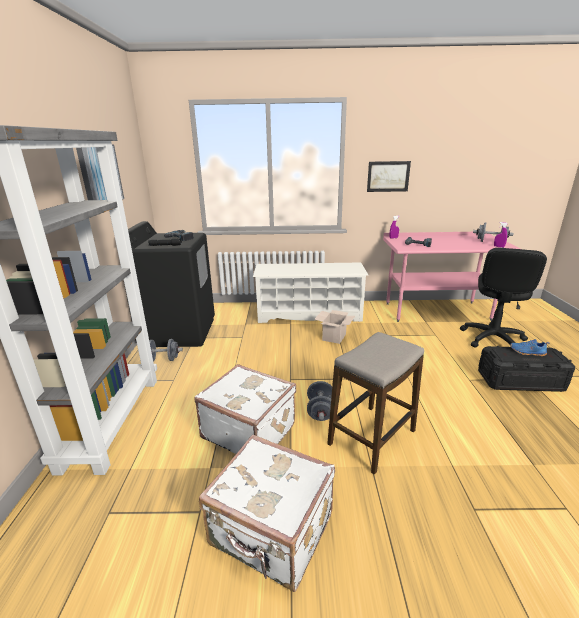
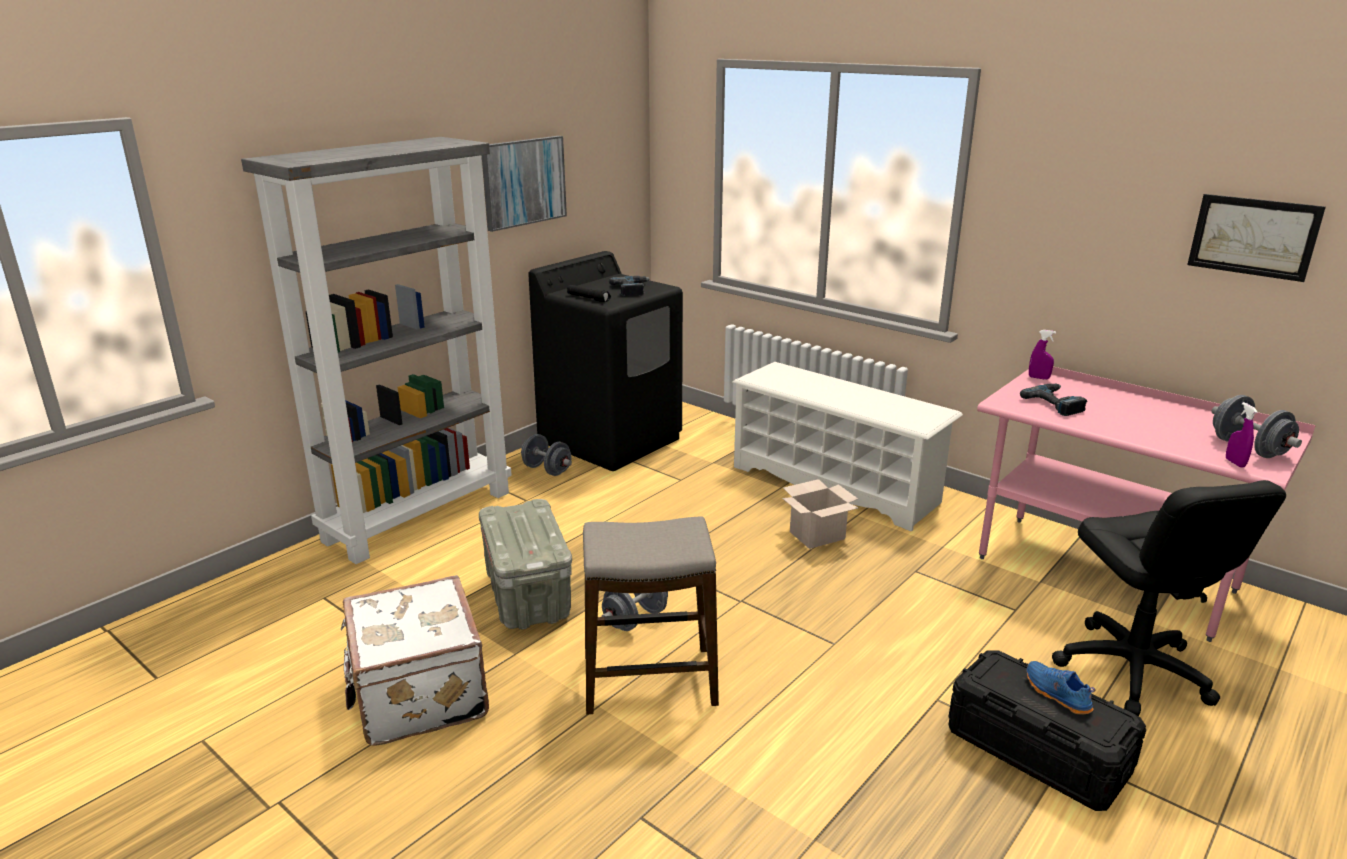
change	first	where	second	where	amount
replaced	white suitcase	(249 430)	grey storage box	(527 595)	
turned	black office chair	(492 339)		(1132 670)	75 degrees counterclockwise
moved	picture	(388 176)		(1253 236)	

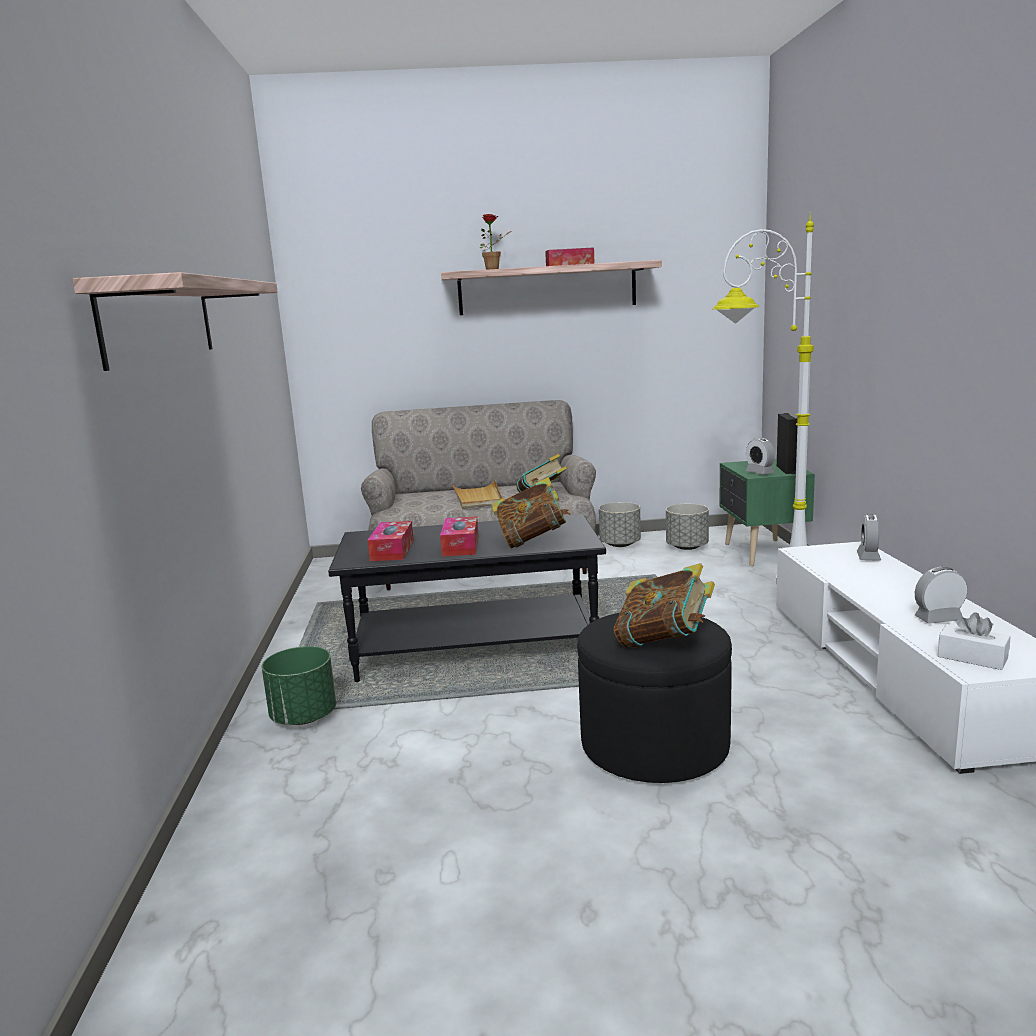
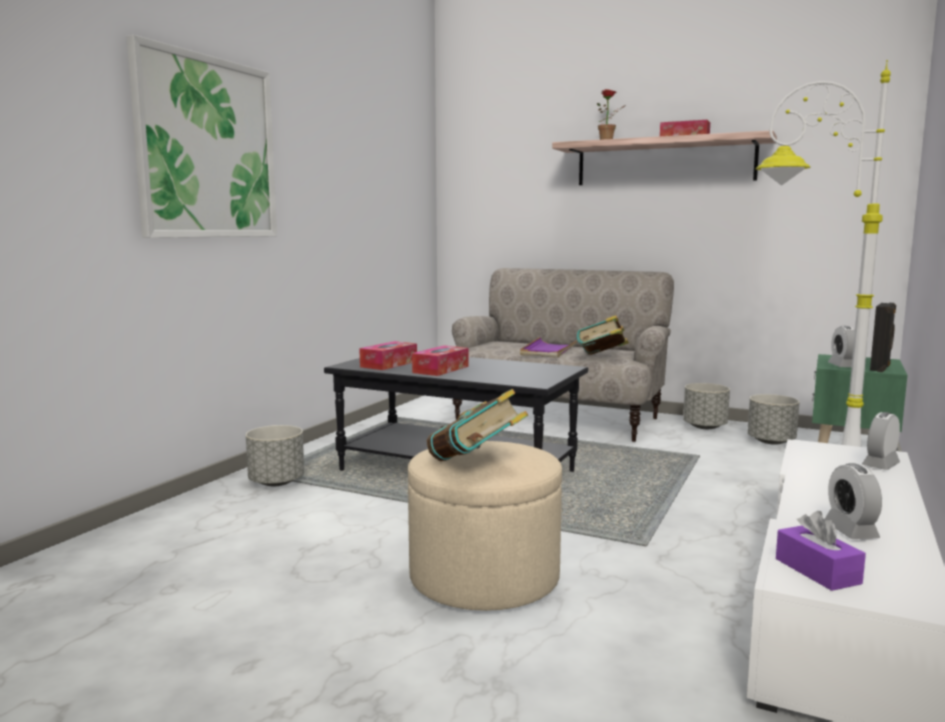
change	first	where	second	where	amount
replaced	shelf	(160 321)	picture	(207 148)	
recoloured	green planter	(303 717)	grey planter	(276 482)	
recoloured	black ottoman	(654 745)	beige ottoman	(484 577)	
recoloured	beige tray	(478 497)	purple tray	(549 350)	
recoloured	white tissue box	(972 657)	purple tissue box	(817 571)	
turned	alarm clock	(938 619)		(850 531)	120 degrees counterclockwise
removed	book	(531 541)			

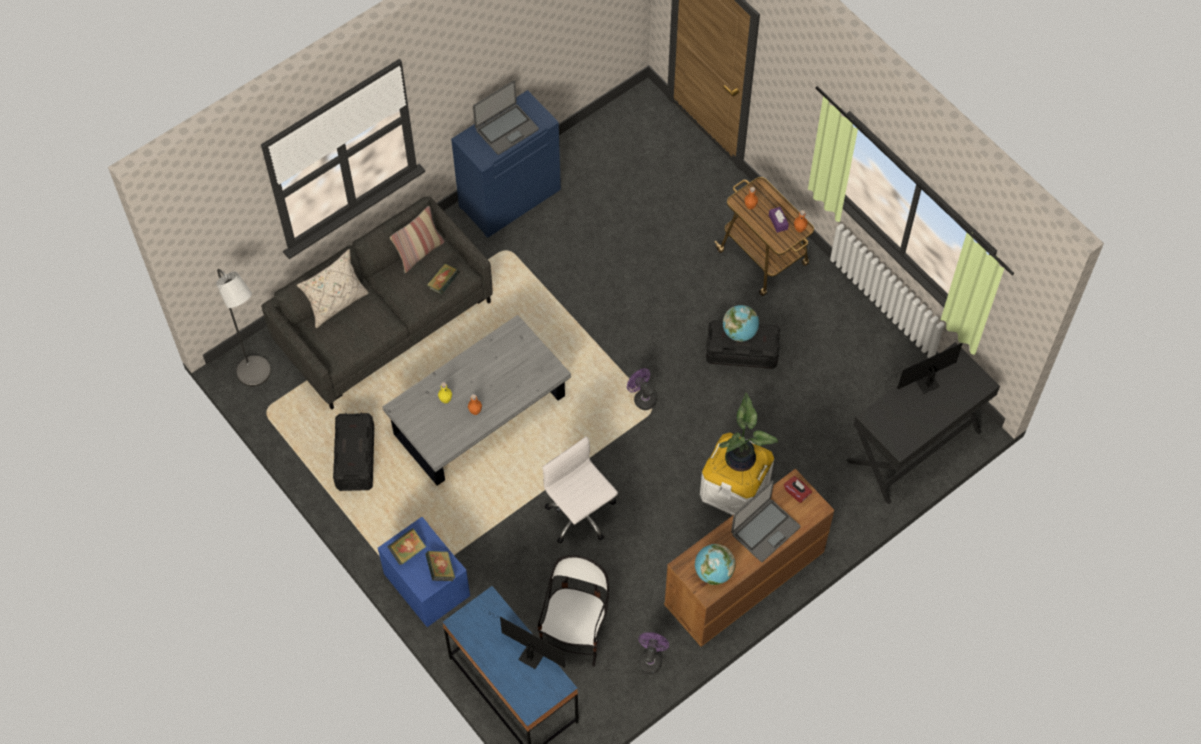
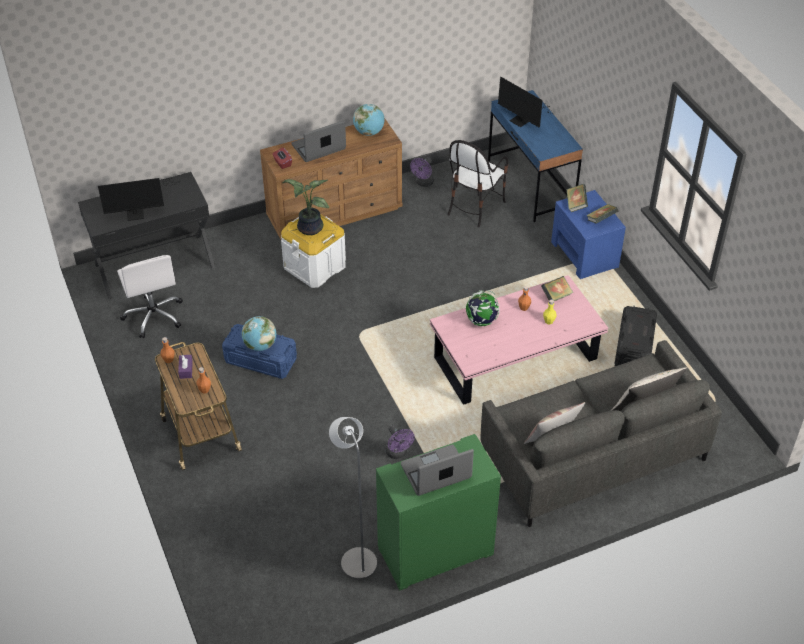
change	first	where	second	where	amount
moved	white office chair	(581 515)		(154 315)	
recoloured	black storage box	(742 352)	blue storage box	(260 360)	
moved	grey floor lamp	(257 376)		(356 558)	
recoloured	blue cabinet	(509 197)	green cabinet	(435 552)	
moved	purple fan	(642 398)		(398 453)	
recoloured	grey coffee table	(480 415)	pink coffee table	(514 359)	
added			globe	(481 321)	
moved	book	(444 284)		(556 296)	

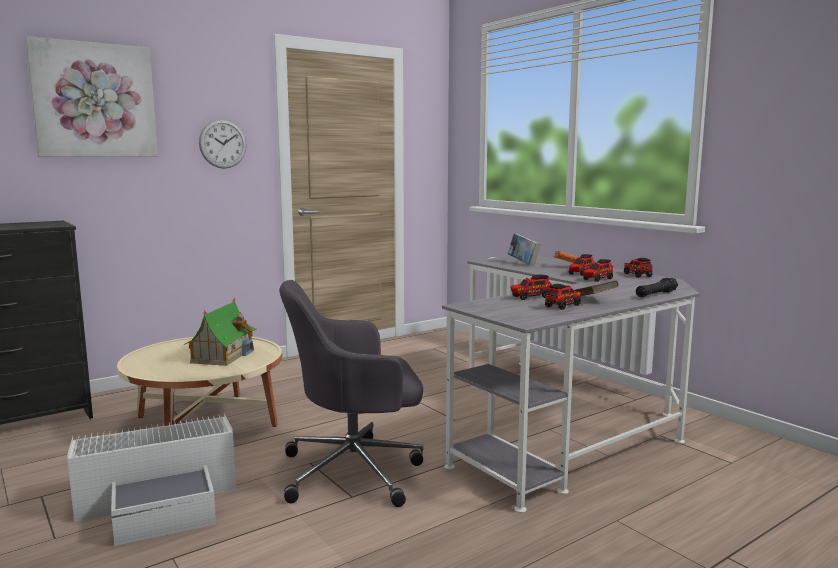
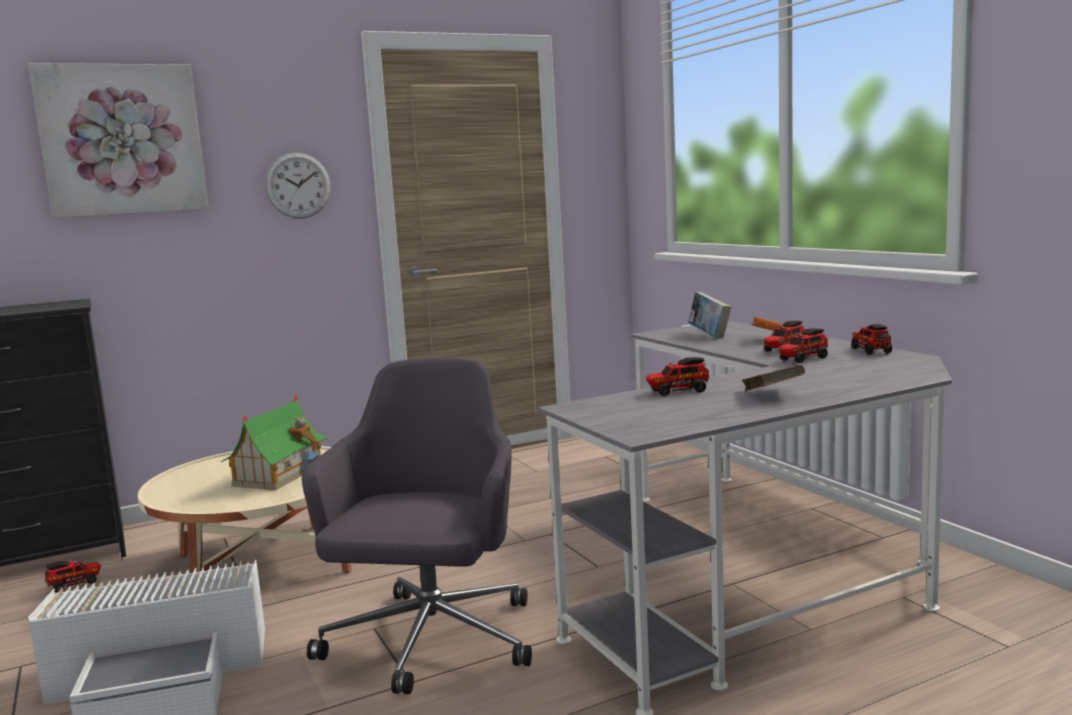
change	first	where	second	where	amount
moved	toy truck	(563 306)		(75 584)	
turned	grey office chair	(355 471)		(430 642)	105 degrees clockwise
removed	black flashlight	(656 294)			

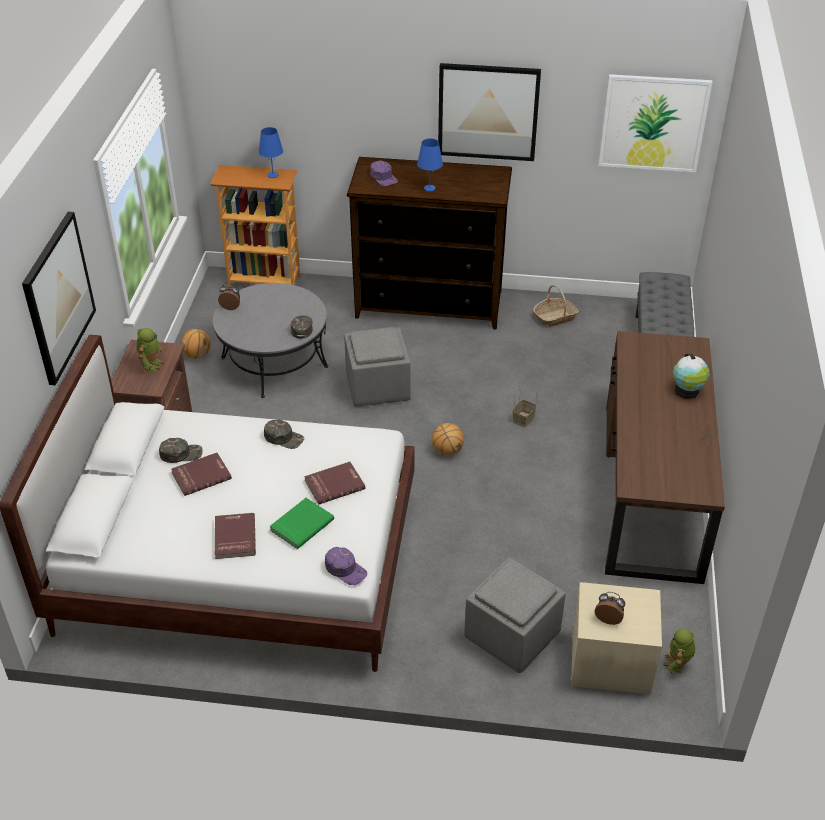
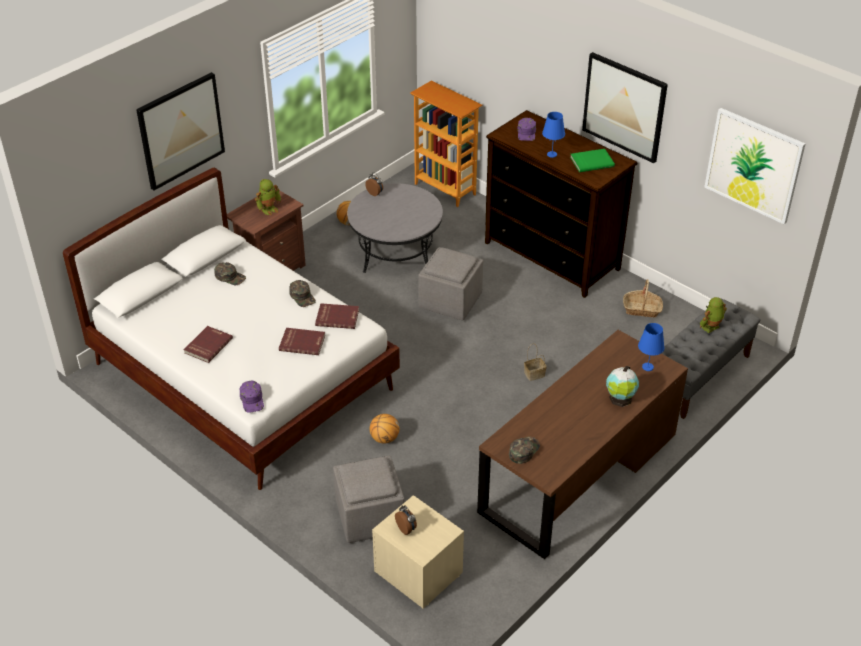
change	first	where	second	where	amount
moved	red book	(201 475)		(337 317)	
moved	basketball	(447 451)		(384 438)	
moved	green cap	(301 328)		(523 450)	
moved	green book	(301 524)		(591 161)	
moved	blue table lamp	(273 175)		(647 367)	
moved	toy robot	(677 664)		(711 328)	

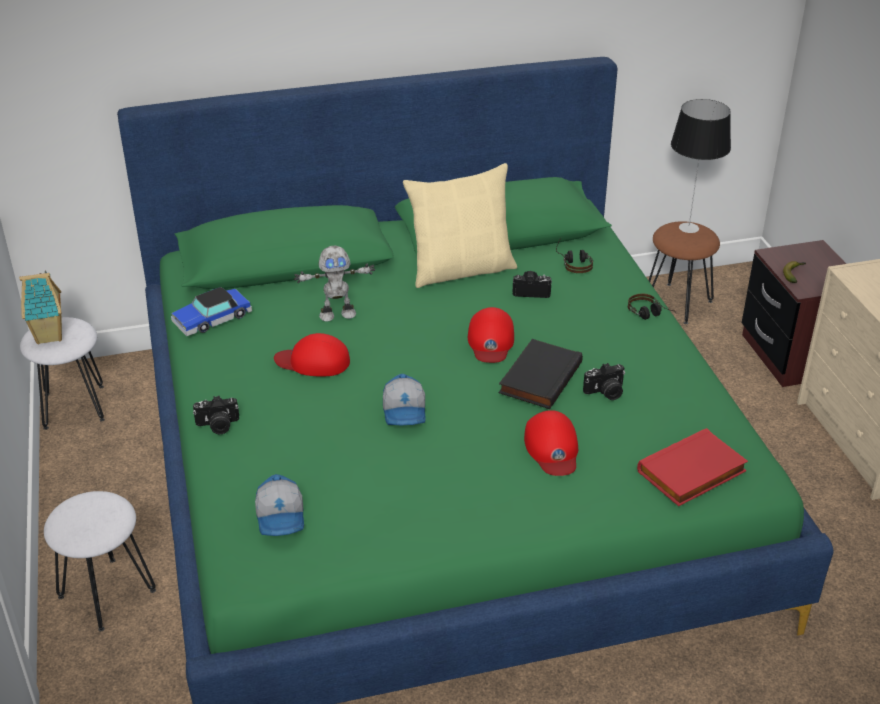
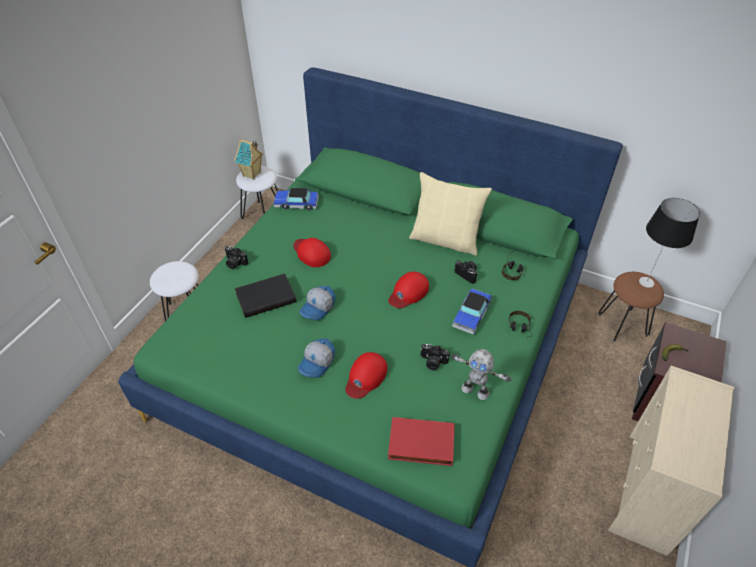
change	first	where	second	where	amount
moved	black book	(539 377)		(266 297)	
moved	cap	(282 517)		(317 363)	
moved	toy robot	(337 314)		(475 390)	
added			toy car	(471 314)	

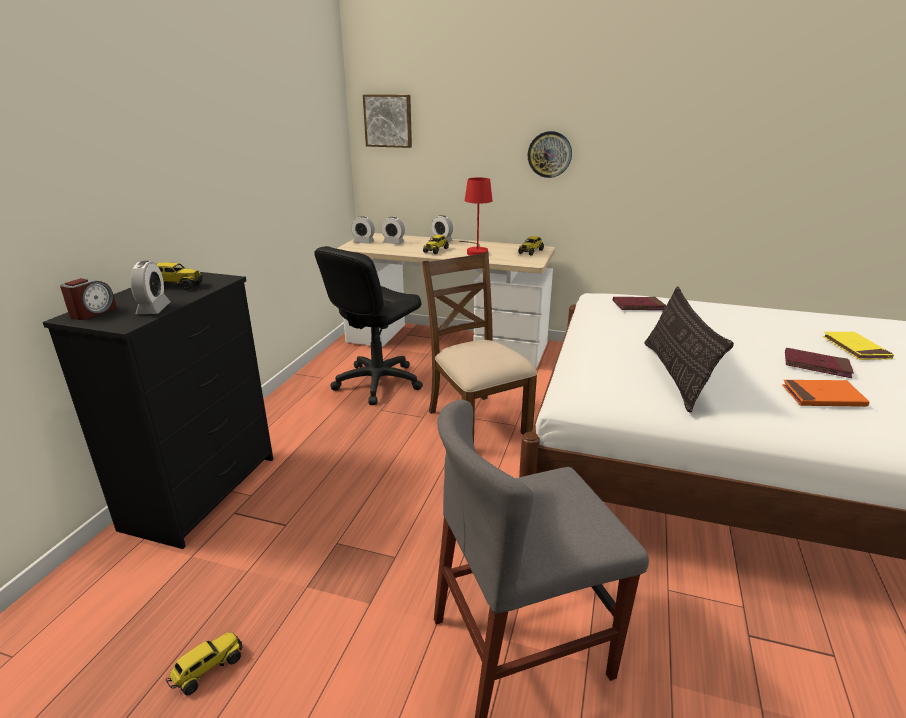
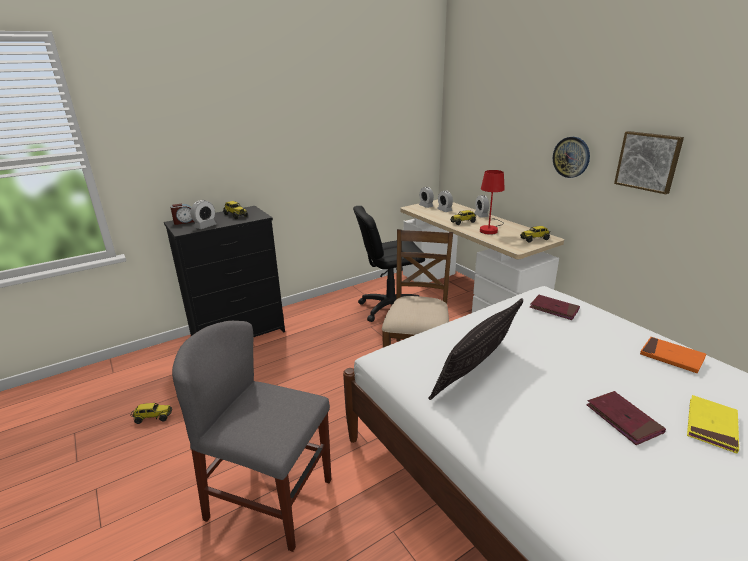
change	first	where	second	where	amount
moved	picture	(388 121)		(648 161)	
moved	orange book	(822 396)		(671 357)	

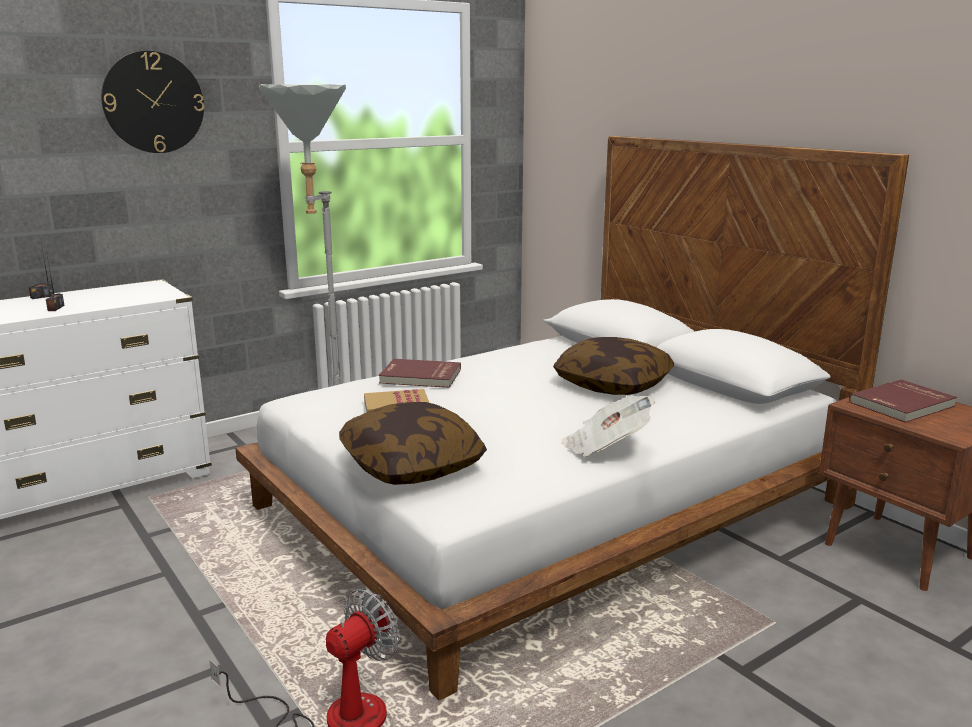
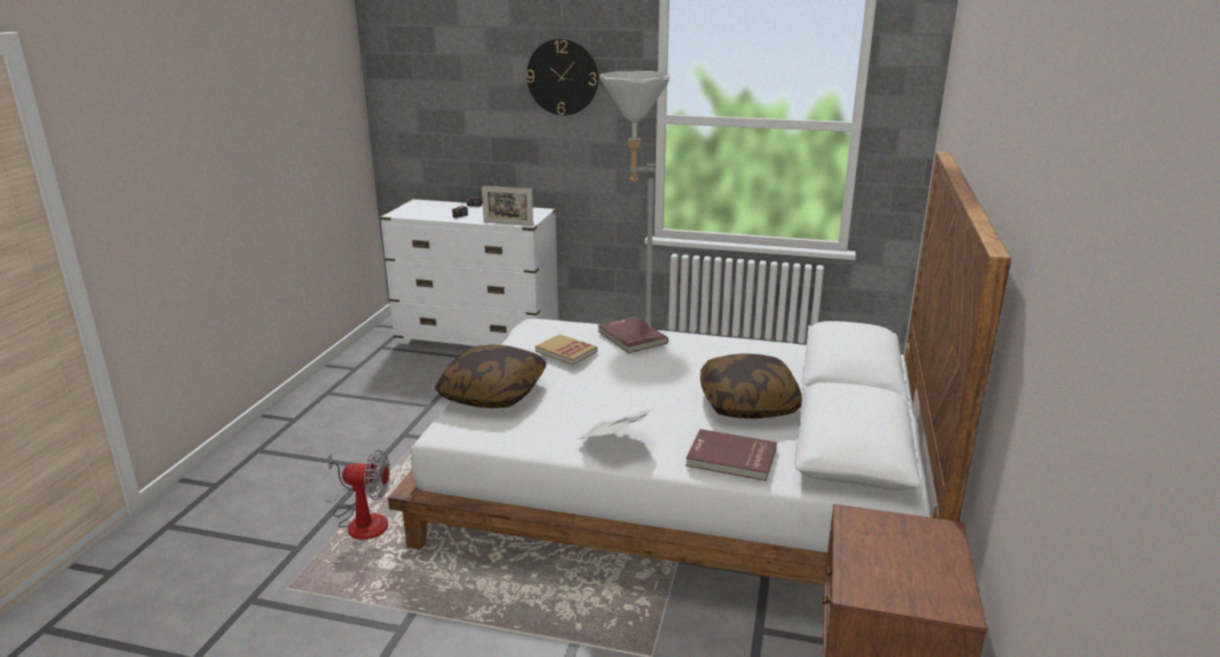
change	first	where	second	where	amount
added			picture frame	(508 224)	
moved	red book	(903 405)		(731 458)	

